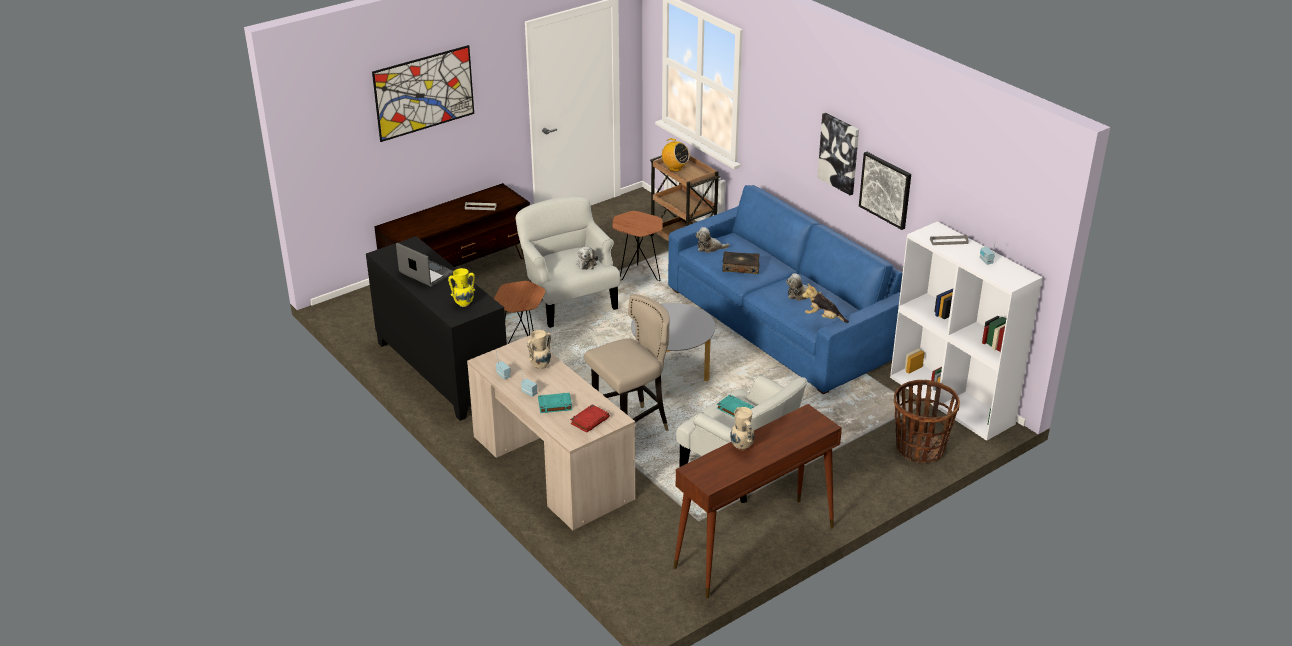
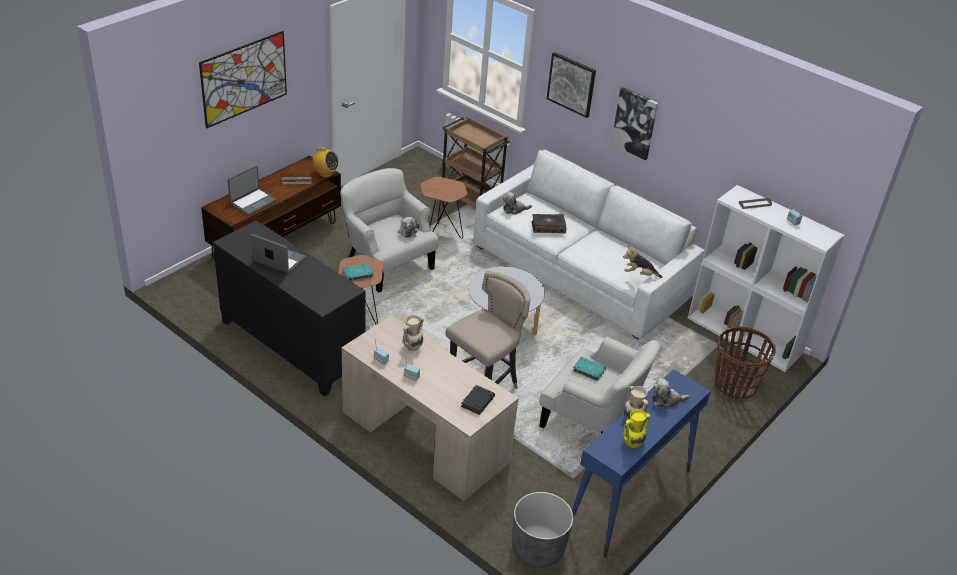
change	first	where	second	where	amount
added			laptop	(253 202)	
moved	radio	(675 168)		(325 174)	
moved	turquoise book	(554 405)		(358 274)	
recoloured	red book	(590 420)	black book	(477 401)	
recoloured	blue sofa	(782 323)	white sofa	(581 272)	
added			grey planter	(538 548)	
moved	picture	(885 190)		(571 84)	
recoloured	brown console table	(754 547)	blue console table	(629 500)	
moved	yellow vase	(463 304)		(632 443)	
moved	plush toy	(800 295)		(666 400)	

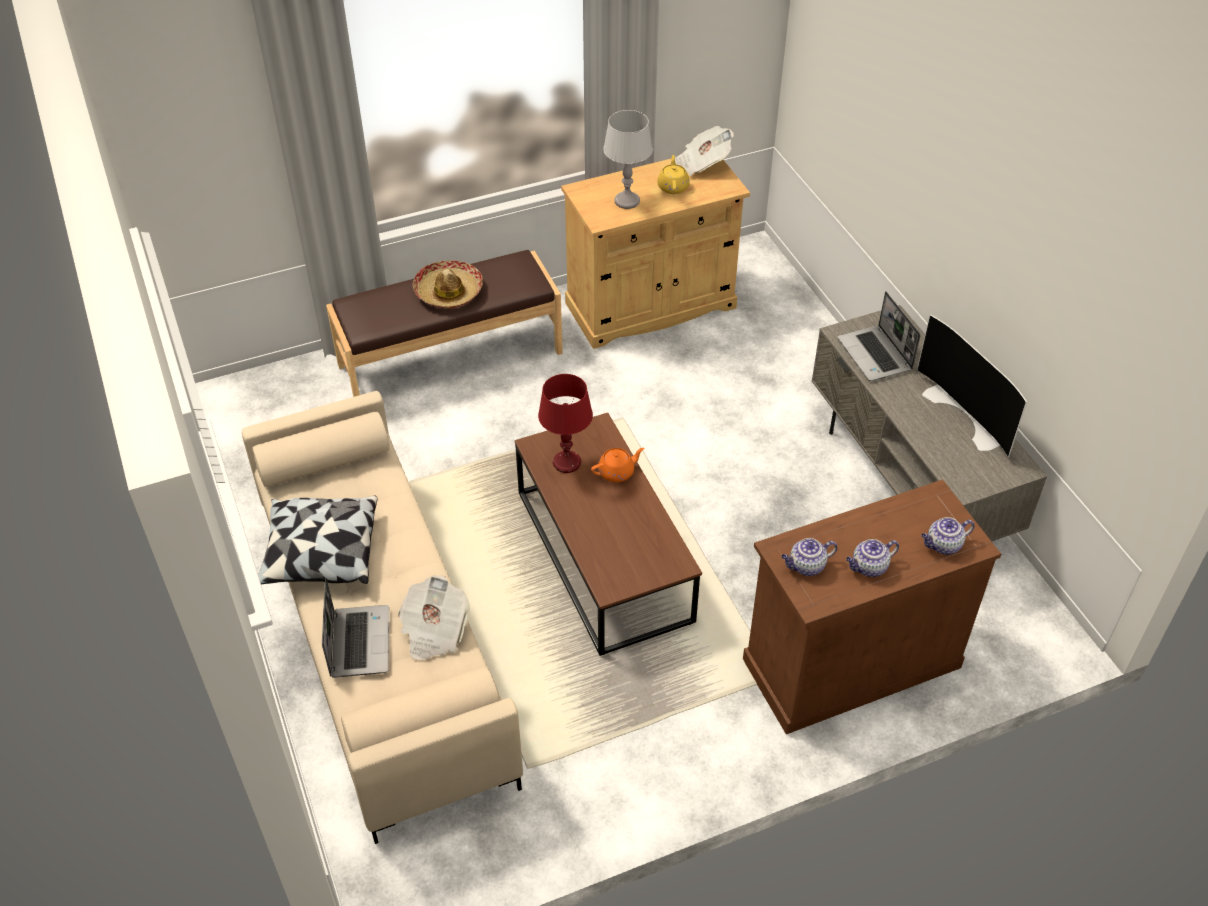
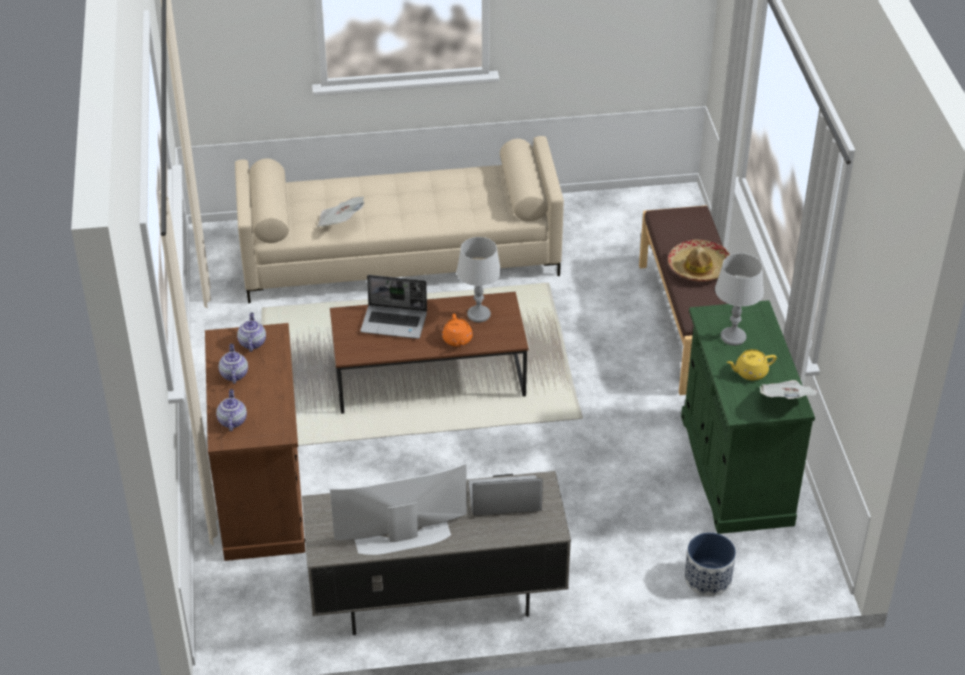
change	first	where	second	where	amount
moved	laptop	(358 641)		(395 322)	
recoloured	red table lamp	(566 463)	grey table lamp	(478 314)	
recoloured	beige cabinet	(651 306)	green cabinet	(735 469)	
added			planter	(707 578)	
turned	yellow teapot	(673 187)		(750 372)	150 degrees clockwise
removed	pillow	(320 553)			

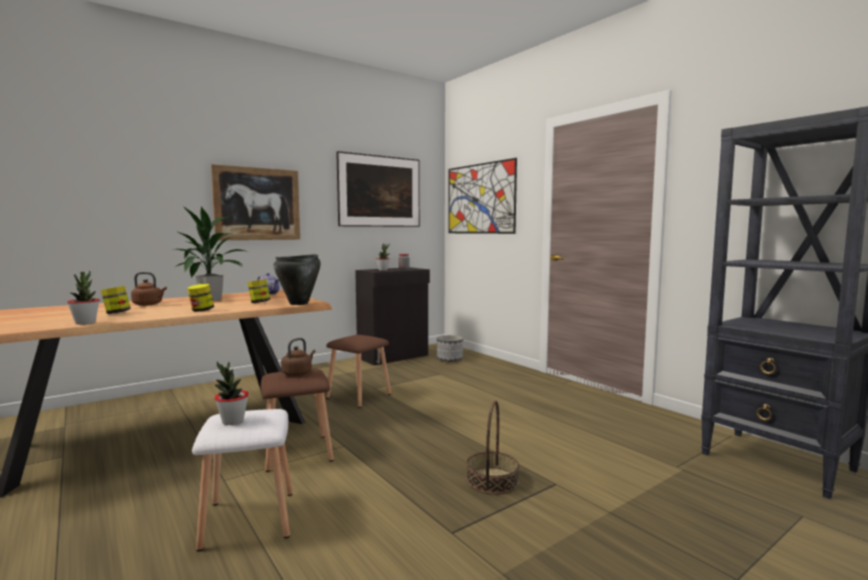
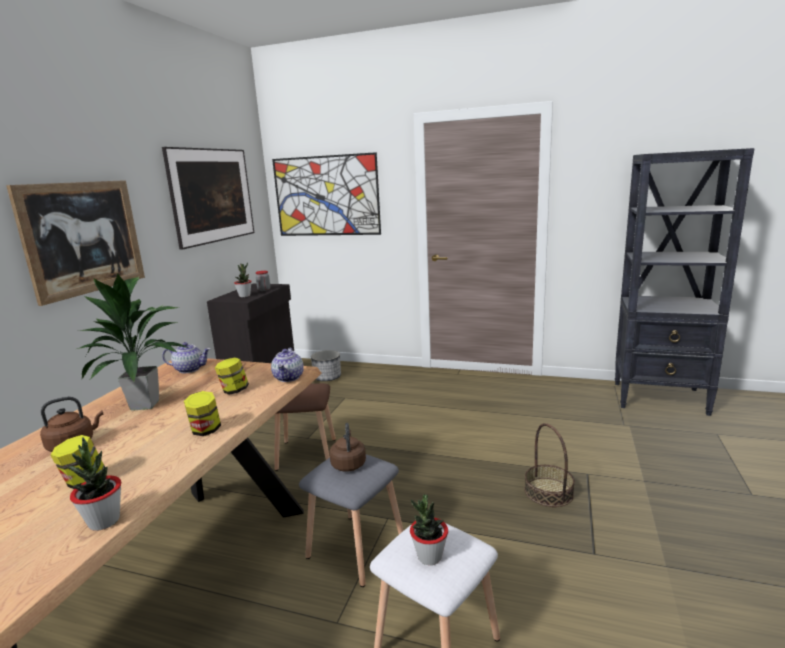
change	first	where	second	where	amount
replaced	black cooking pot	(299 303)	teapot	(289 378)	
recoloured	brown stool	(296 453)	grey stool	(355 549)	

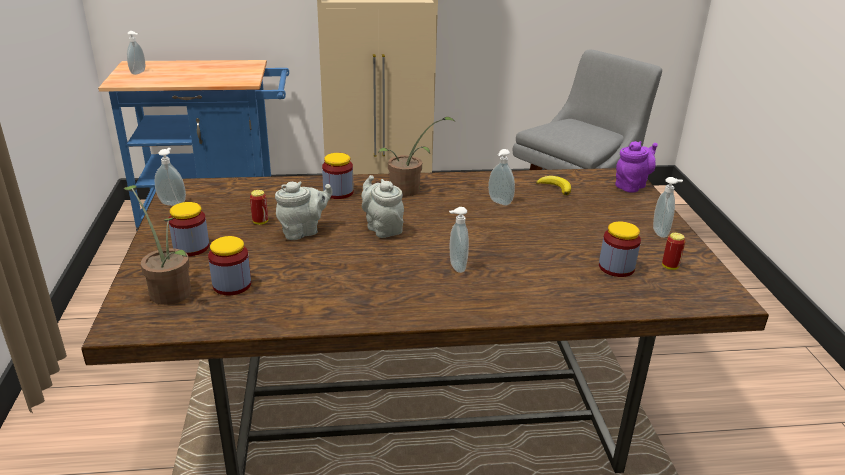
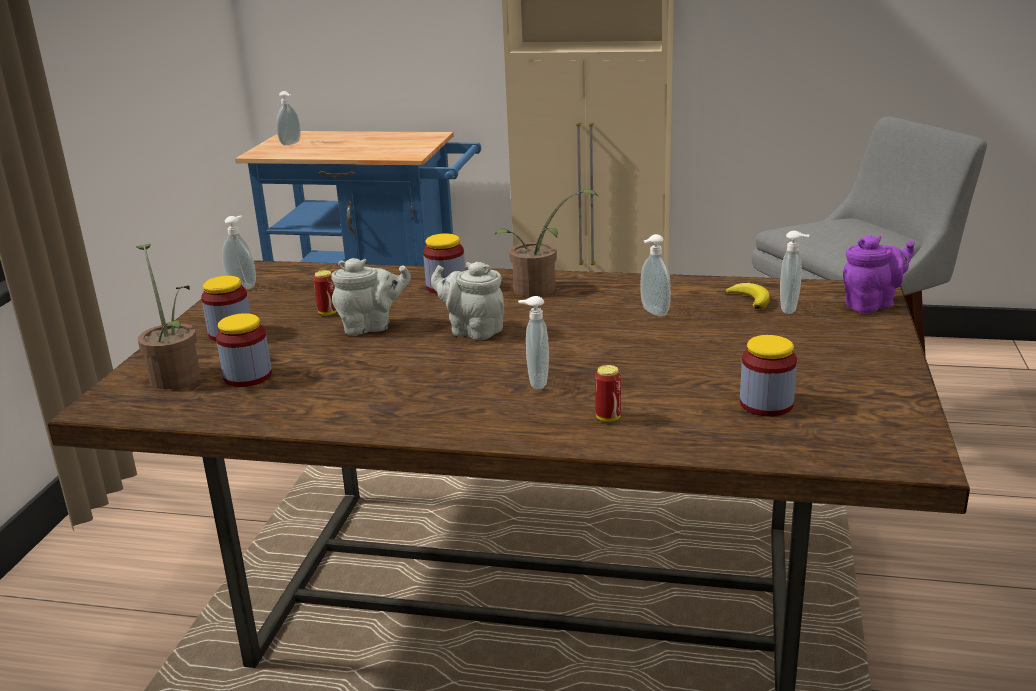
change	first	where	second	where	amount
turned	grey teapot	(382 228)		(472 331)	45 degrees counterclockwise
moved	can	(670 267)		(608 418)	
moved	soap dispenser	(661 232)		(790 309)	

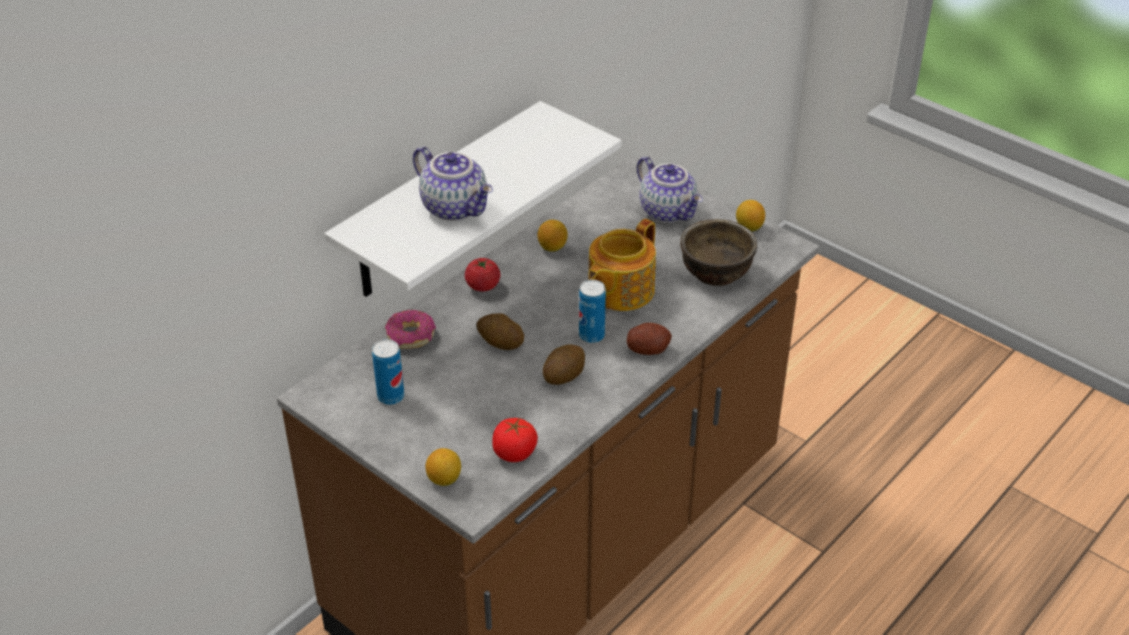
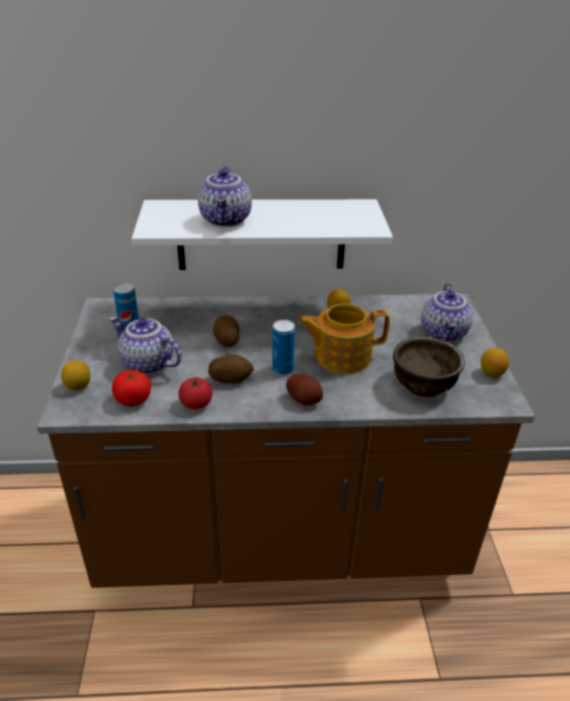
change	first	where	second	where	amount
added			teapot	(146 364)	
moved	tomato	(483 286)		(196 404)	
removed	donut	(411 336)			

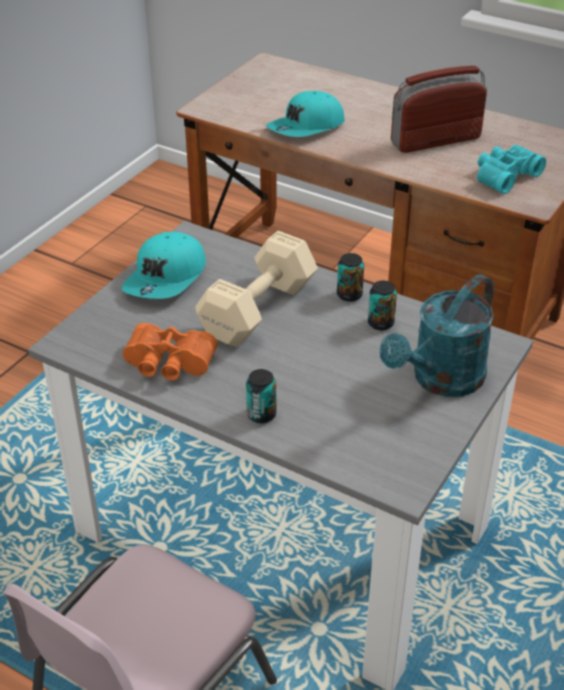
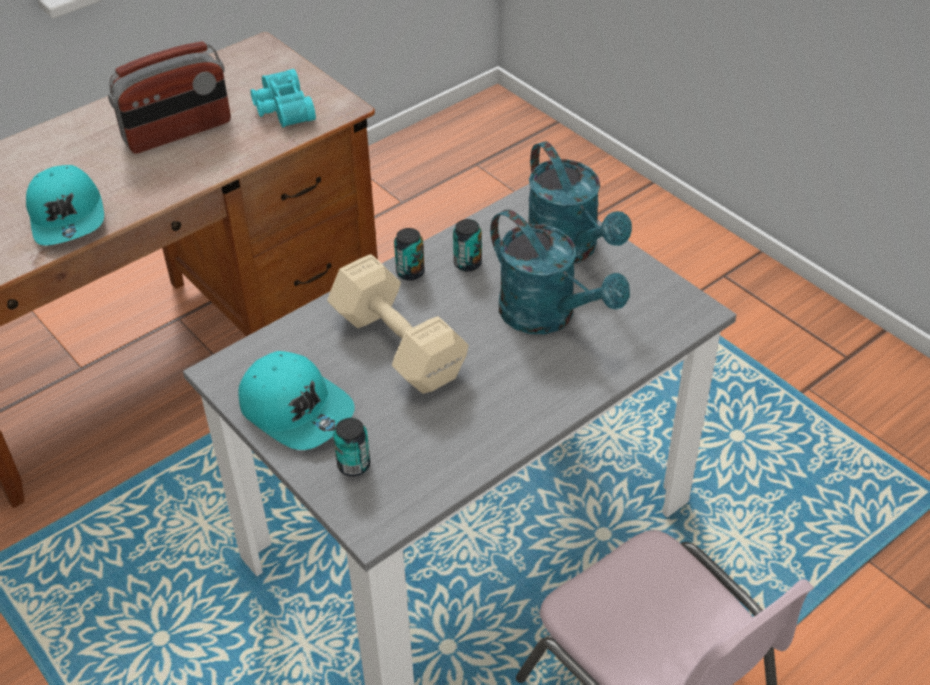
change	first	where	second	where	amount
turned	radio	(435 140)		(178 132)	120 degrees counterclockwise
moved	can	(261 414)		(354 465)	
added			turquoise watering can	(548 316)	
removed	orange binoculars	(168 365)			

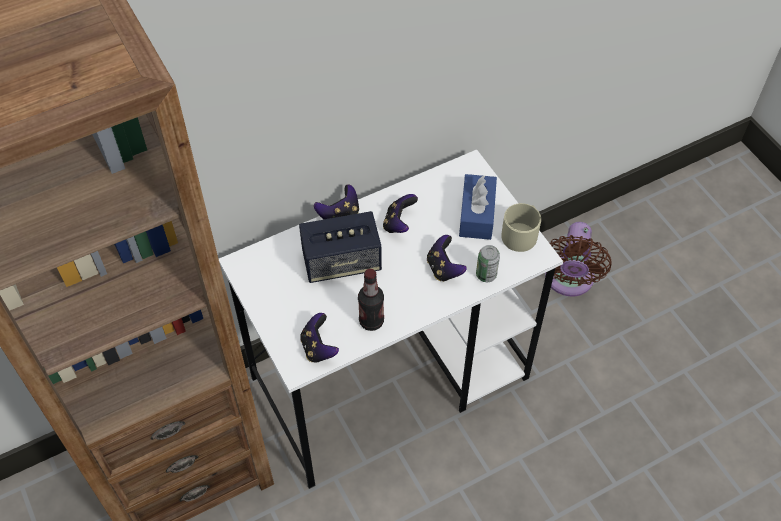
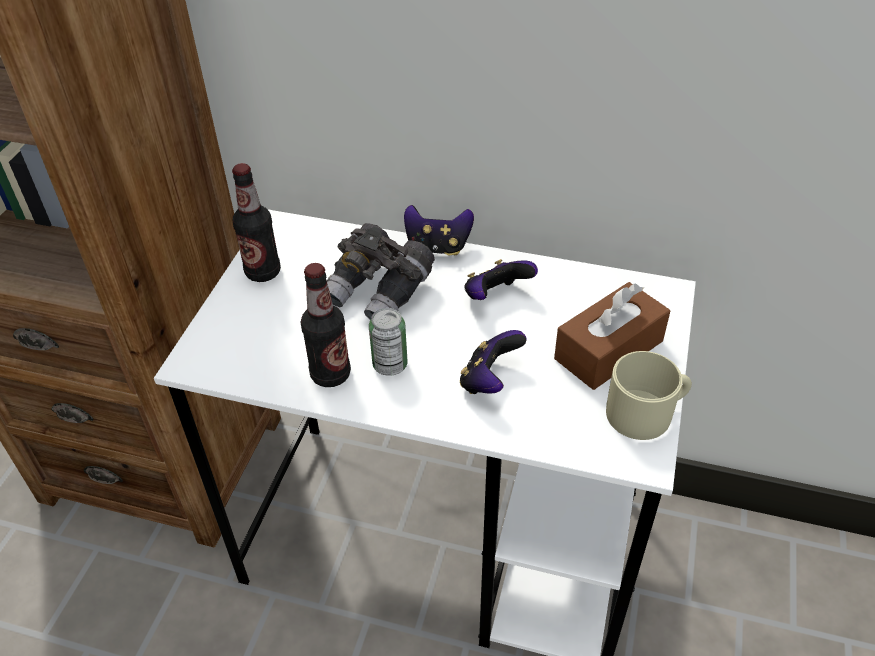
change	first	where	second	where	amount
added			bottle	(263 272)	
replaced	speaker	(341 262)	grey binoculars	(380 292)	
moved	can	(486 275)		(390 365)	
recoloured	blue tissue box	(477 214)	brown tissue box	(608 350)	
removed	game controller	(318 348)			
removed	brown fan	(568 281)			

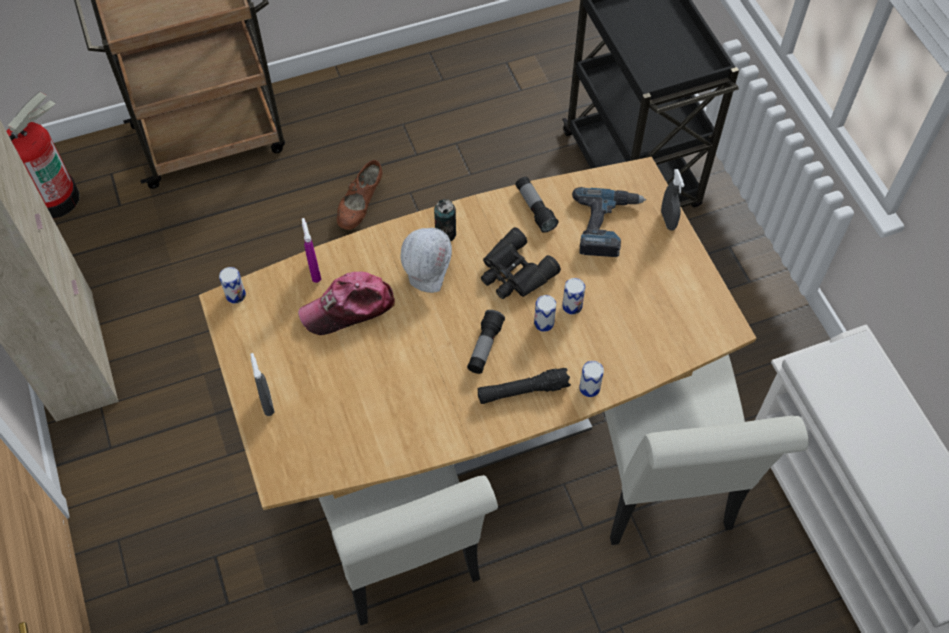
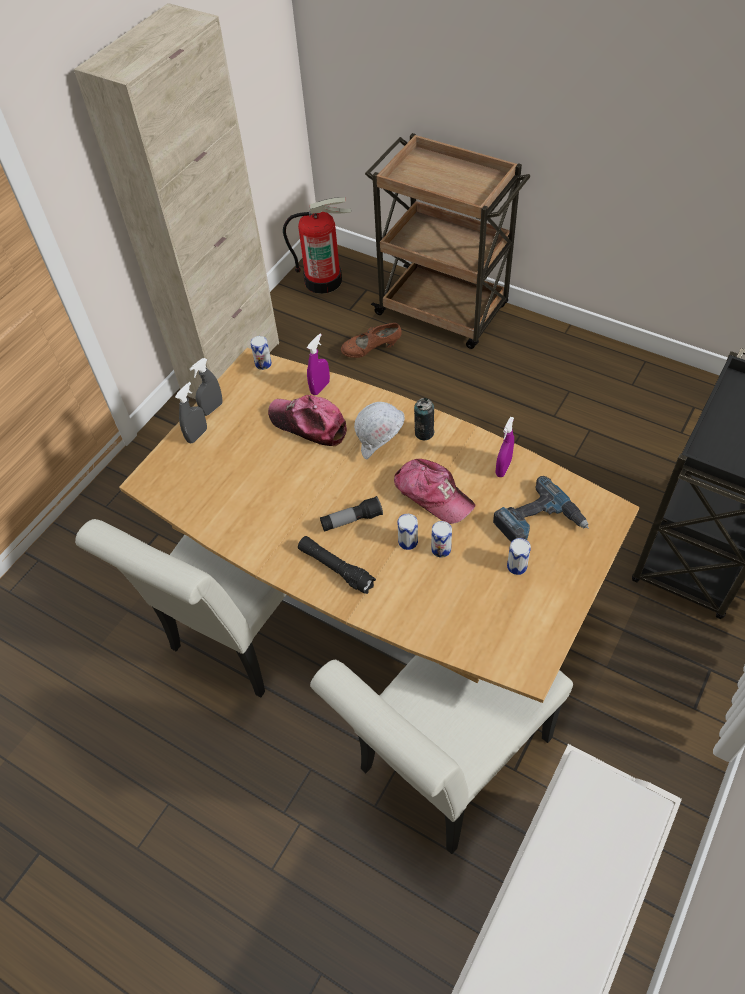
change	first	where	second	where	amount
moved	grey spray bottle	(668 220)		(212 408)	
moved	brown shoe	(360 206)		(371 350)	
replaced	black binoculars	(514 273)	cap	(433 494)	
replaced	flashlight	(535 209)	purple spray bottle	(503 468)	
moved	can	(589 388)		(517 566)	

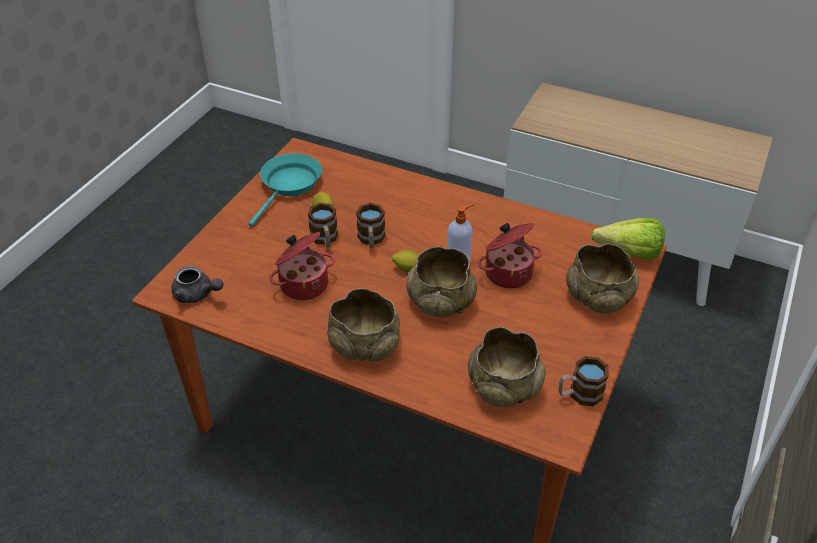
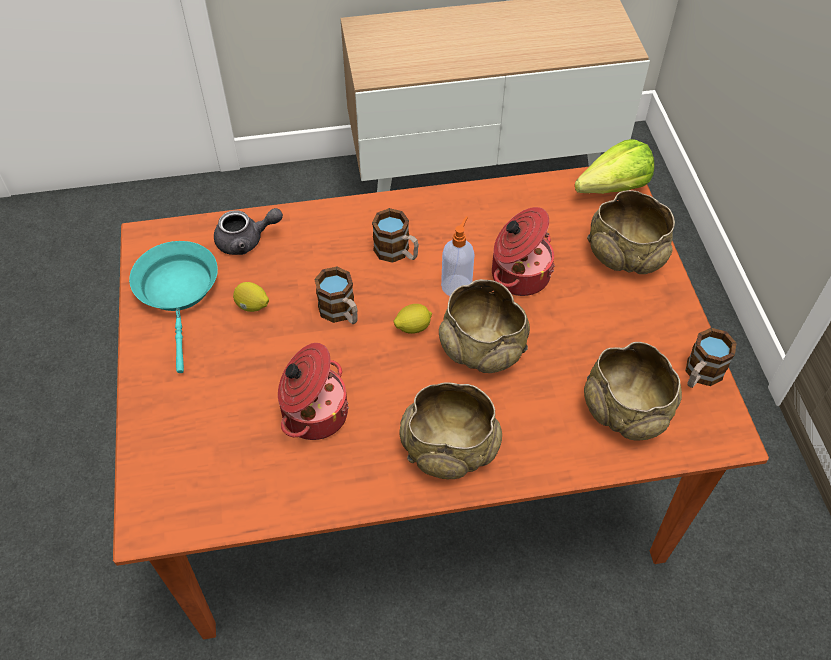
change	first	where	second	where	amount
moved	grey teapot	(197 295)		(246 241)	
moved	mug	(325 239)		(397 253)	

